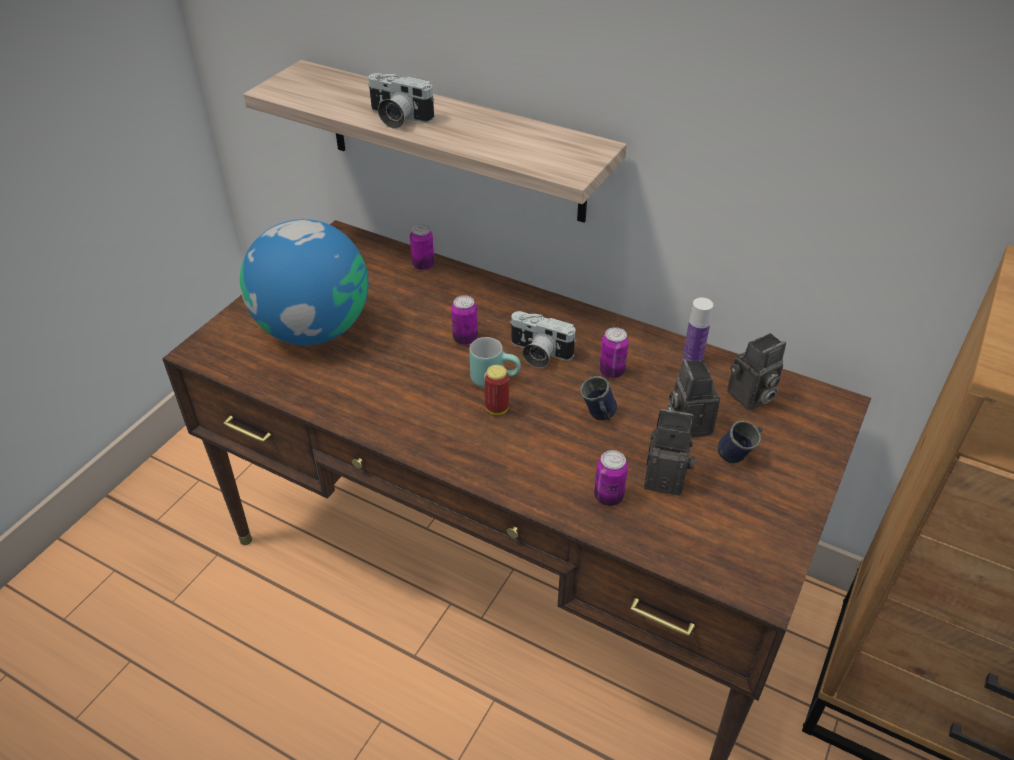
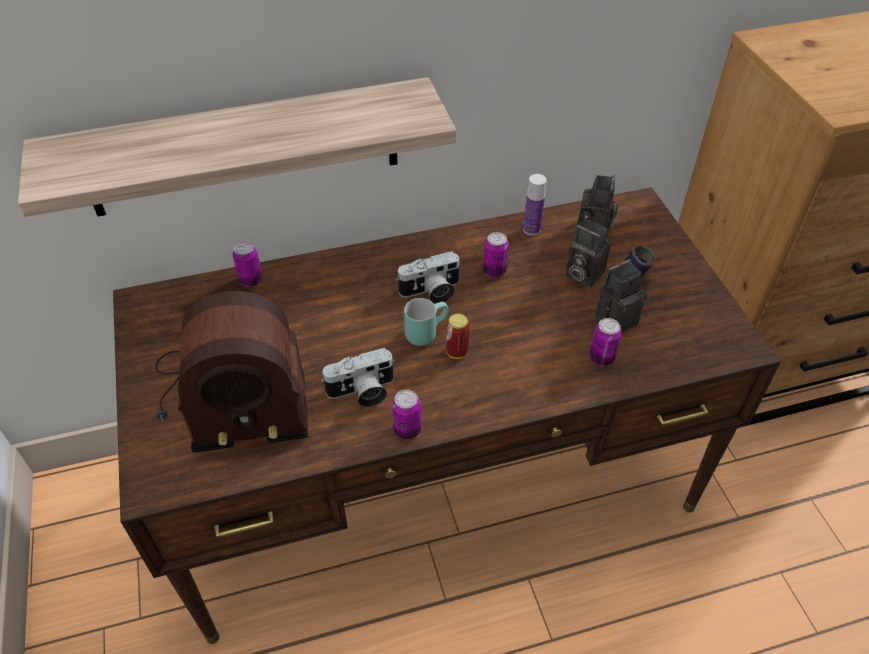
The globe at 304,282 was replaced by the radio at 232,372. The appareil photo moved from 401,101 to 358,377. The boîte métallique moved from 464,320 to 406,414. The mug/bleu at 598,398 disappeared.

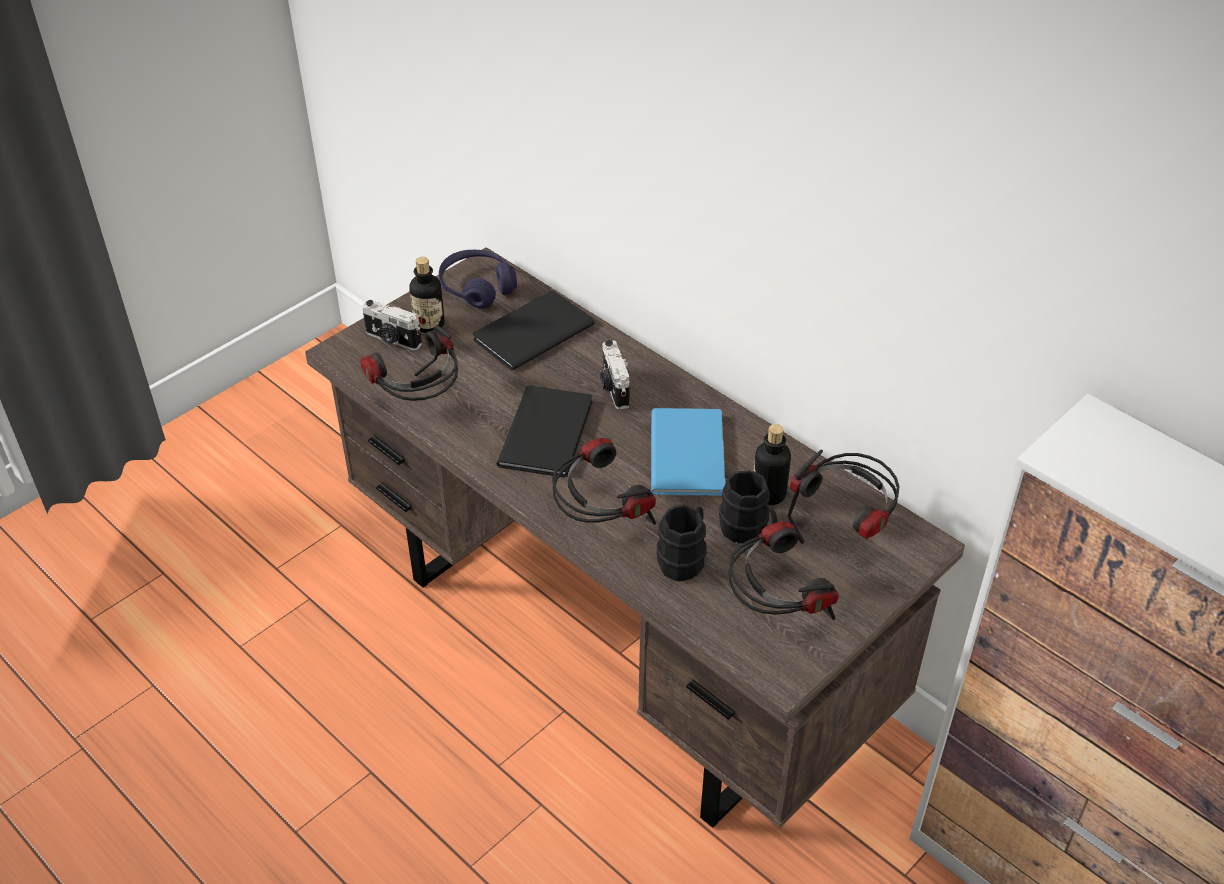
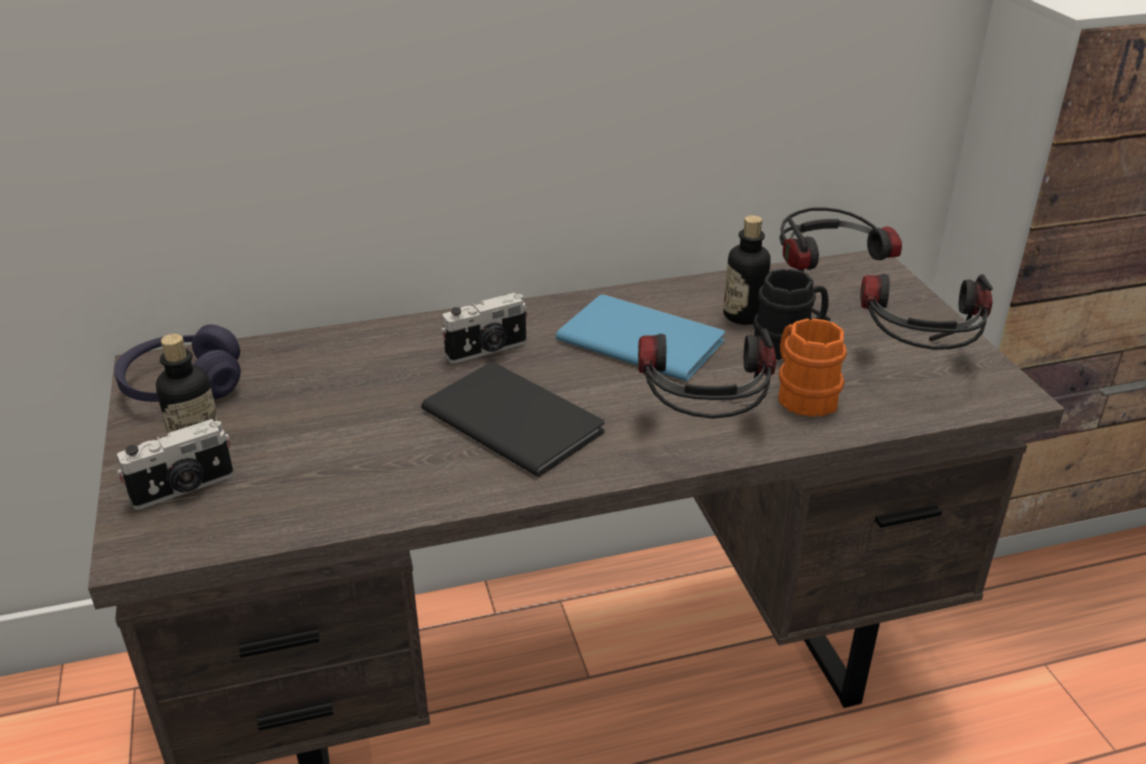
The casque audio at 409,363 disappeared. The livre/noir at 534,330 disappeared. The appareil photo at 615,375 turned 45 degrees counterclockwise. The mug/noir at 682,543 became the mug/orange at 813,367.

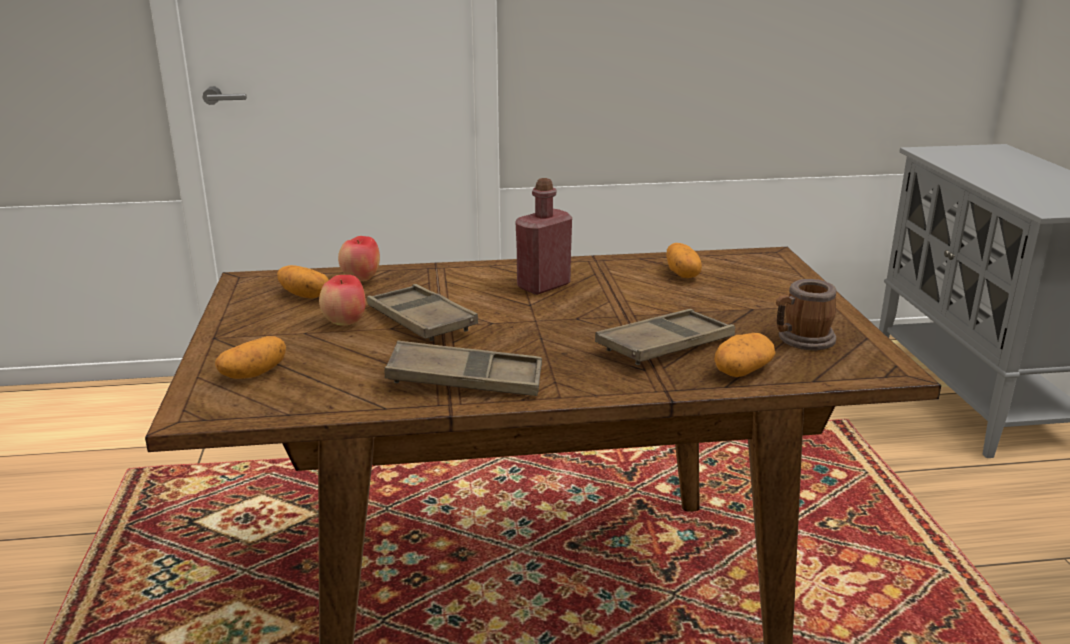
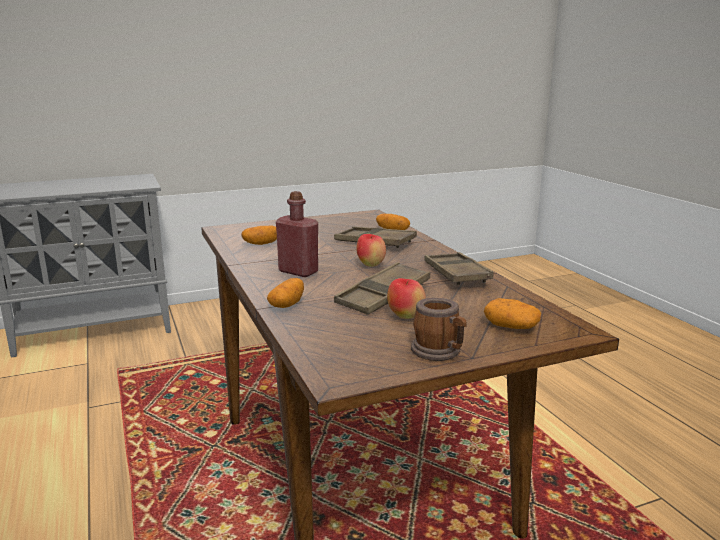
The pomme de terre moved from 303,281 to 285,293. The pomme moved from 359,258 to 371,250. The mug moved from 806,315 to 439,329.

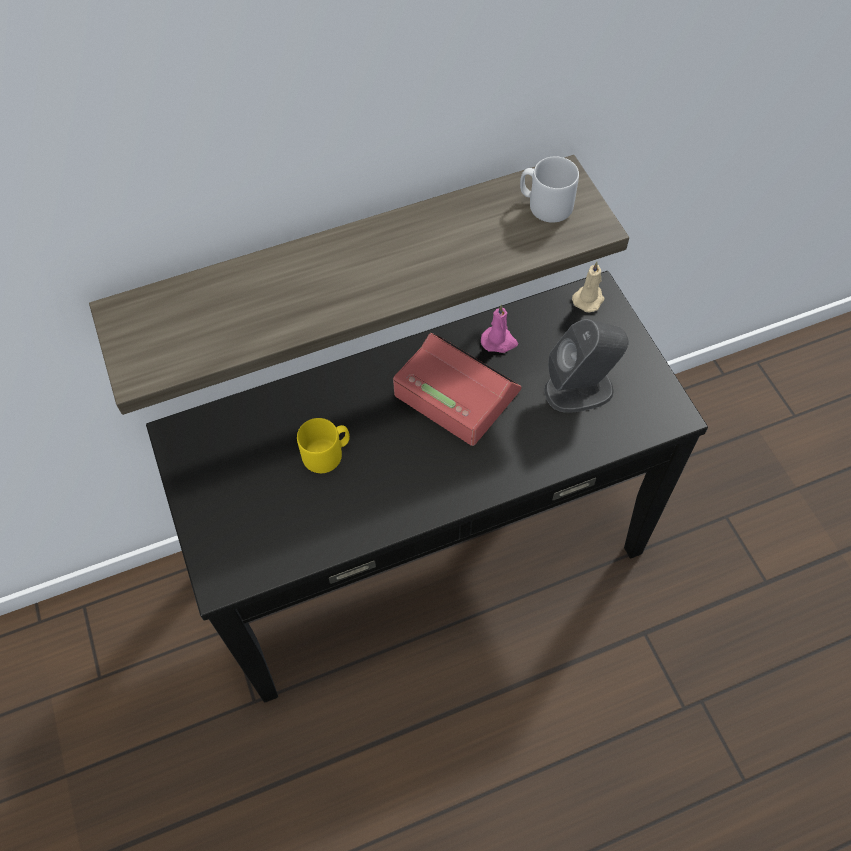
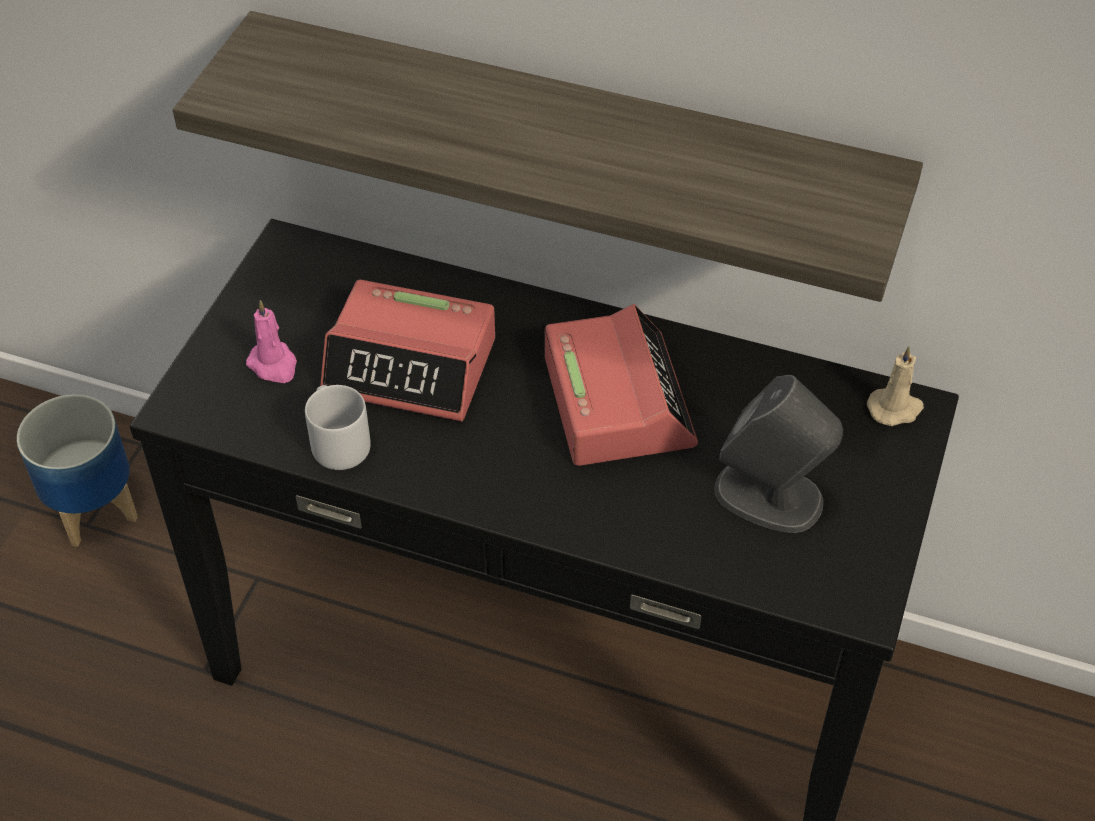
The mug/jaune at 323,445 was replaced by the réveil at 407,350. The bougie/rose moved from 499,328 to 271,341. The mug/gris moved from 549,189 to 338,427. The cache-pot at 77,470 appeared.

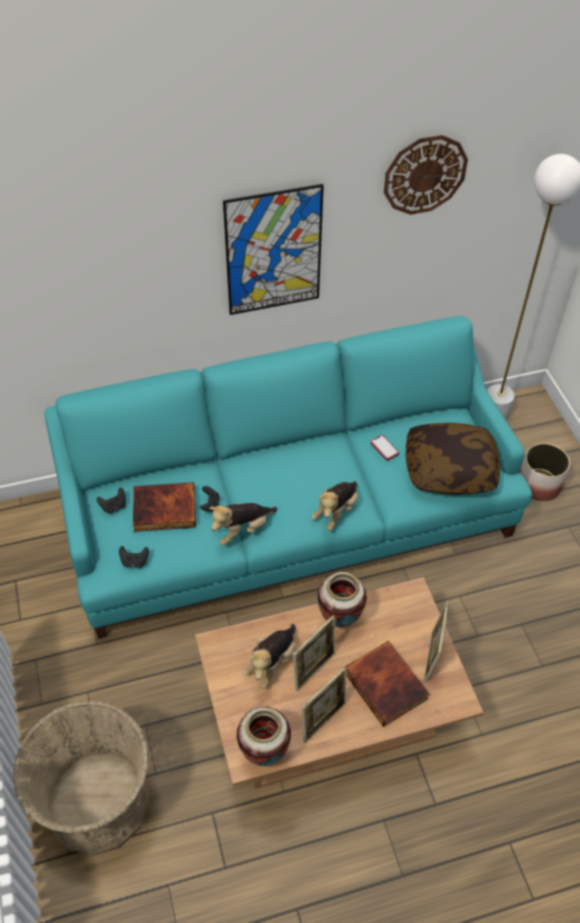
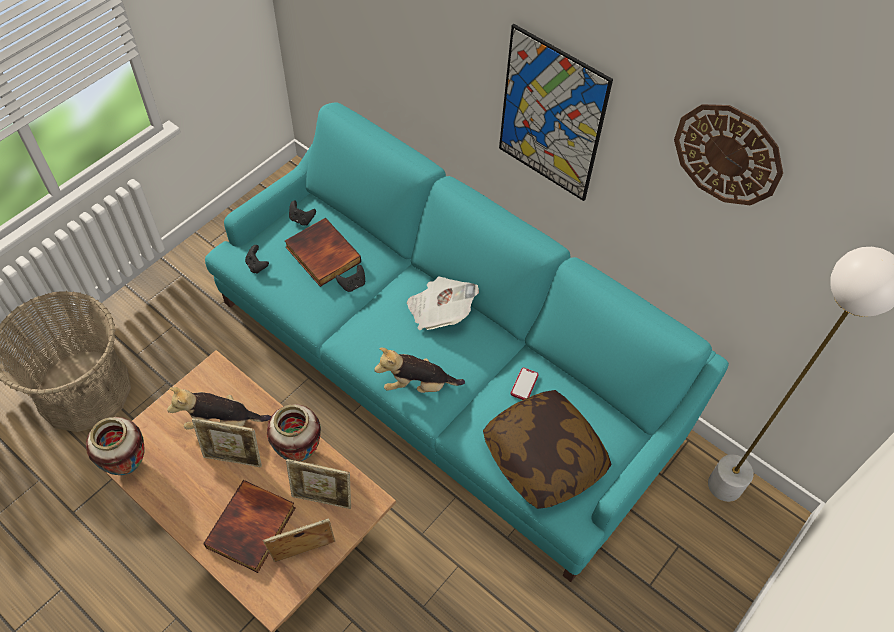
The peluche at 243,524 disappeared. The cadre photo moved from 324,704 to 318,484. The cache-pot at 544,472 disappeared. The journal at 443,303 appeared.

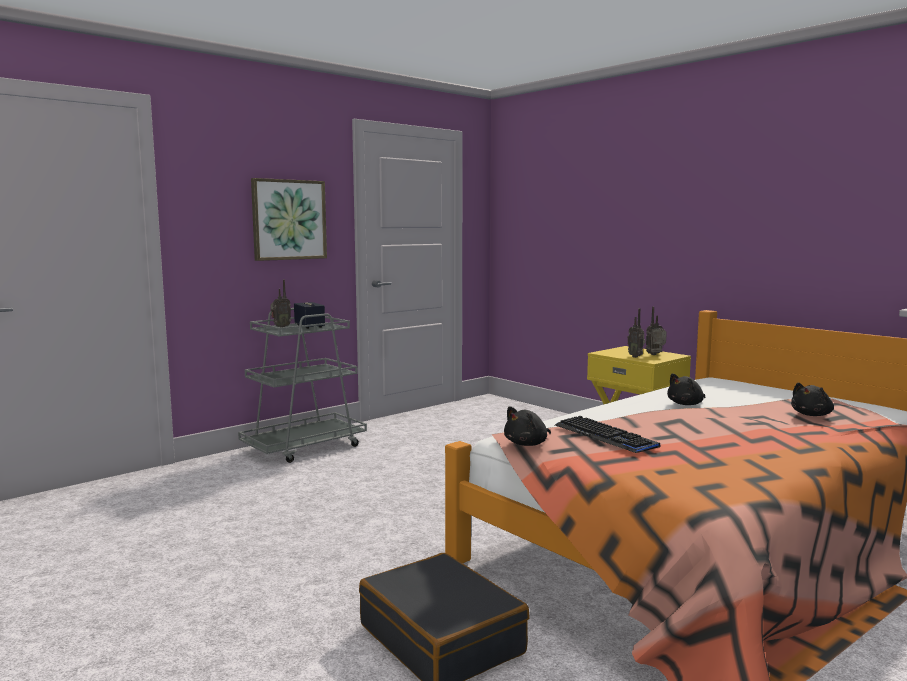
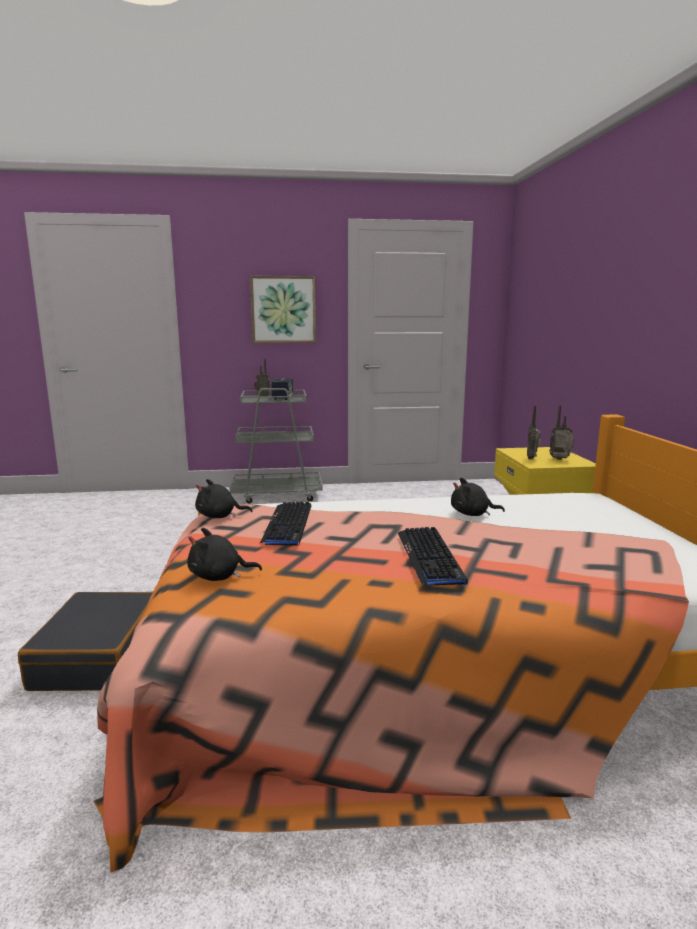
The peluche/noir moved from 812,399 to 224,554. The clavier at 433,556 appeared.

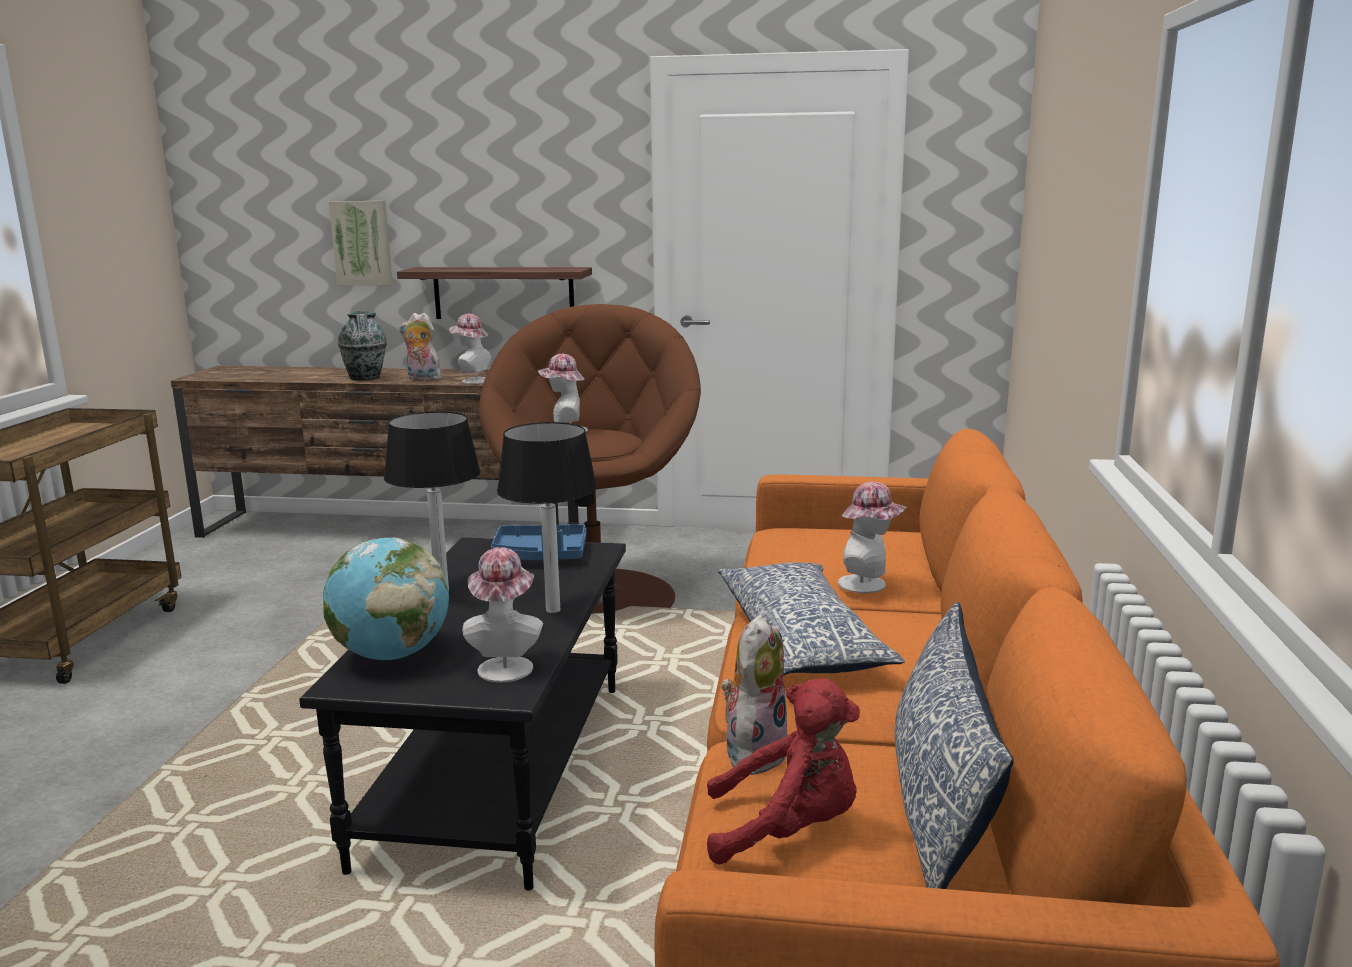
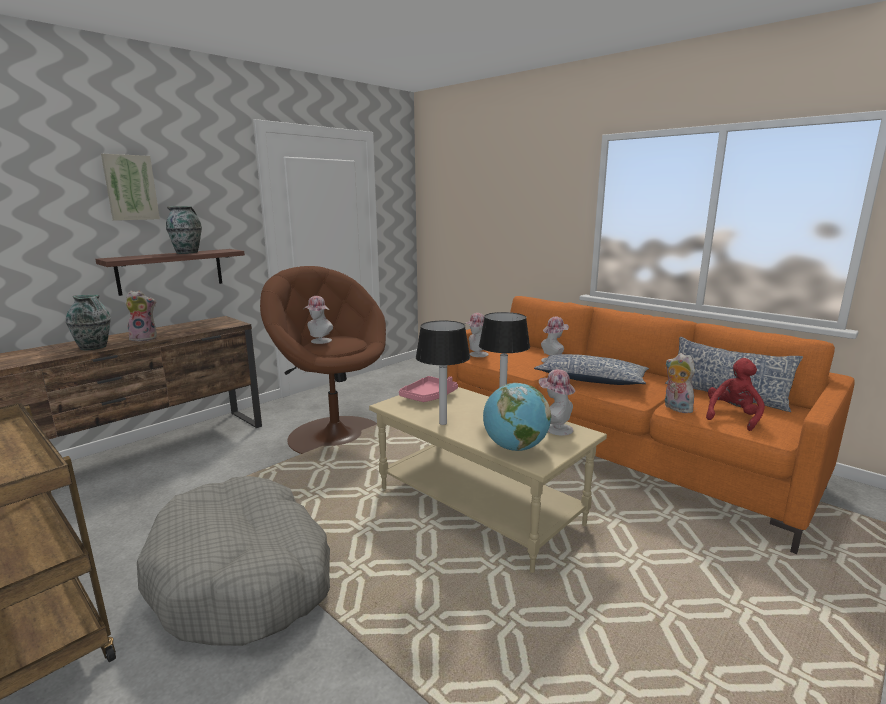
The table basse/noir at 462,713 became the table basse/beige at 488,480. The tableau moved from 361,243 to 130,187. The peluche at 420,347 turned 150 degrees counterclockwise. The chapeau moved from 470,349 to 476,335. The plateau/bleu at 539,542 became the plateau/rose at 428,389. The panier pour chien/gris at 233,561 appeared. The vase at 184,230 appeared.

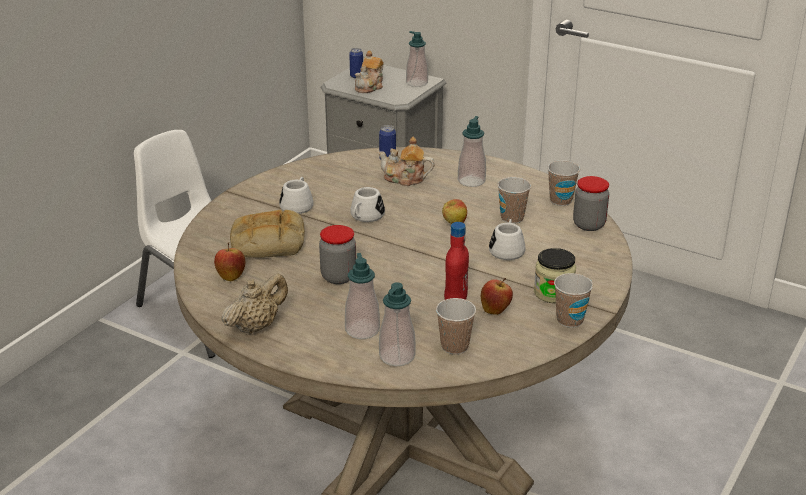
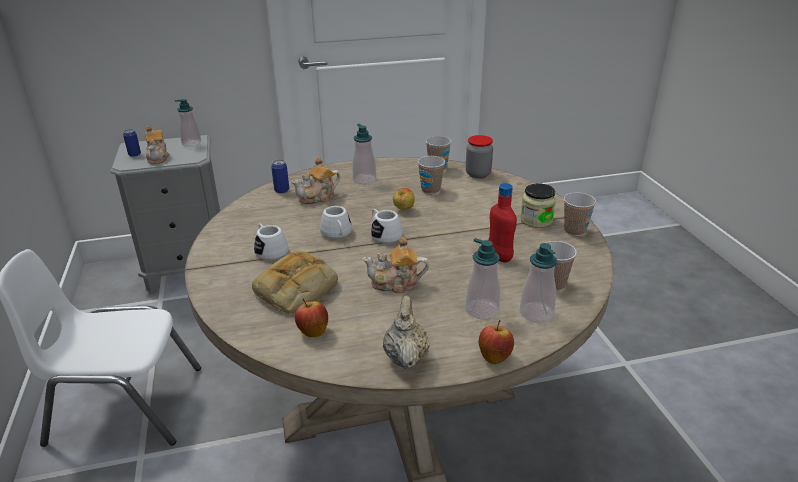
The bocal at 337,254 was replaced by the théière at 396,265. The pomme moved from 497,296 to 496,342. The mug/blanc moved from 507,239 to 386,226.

